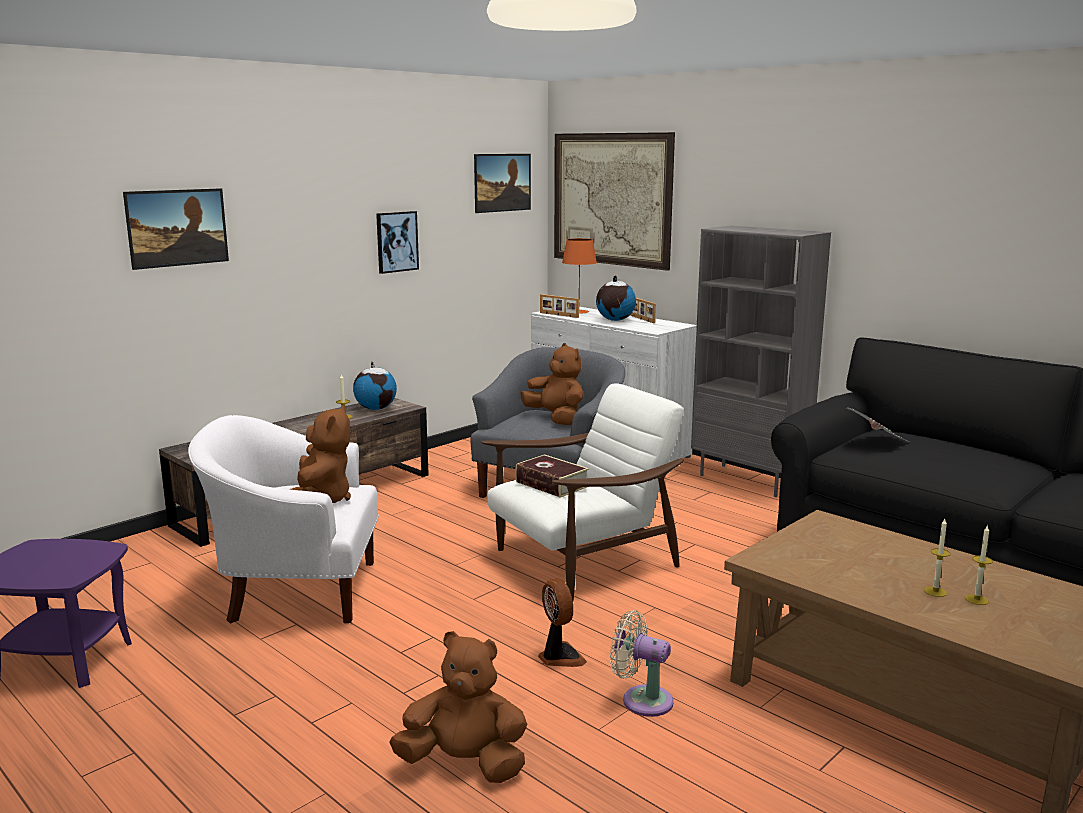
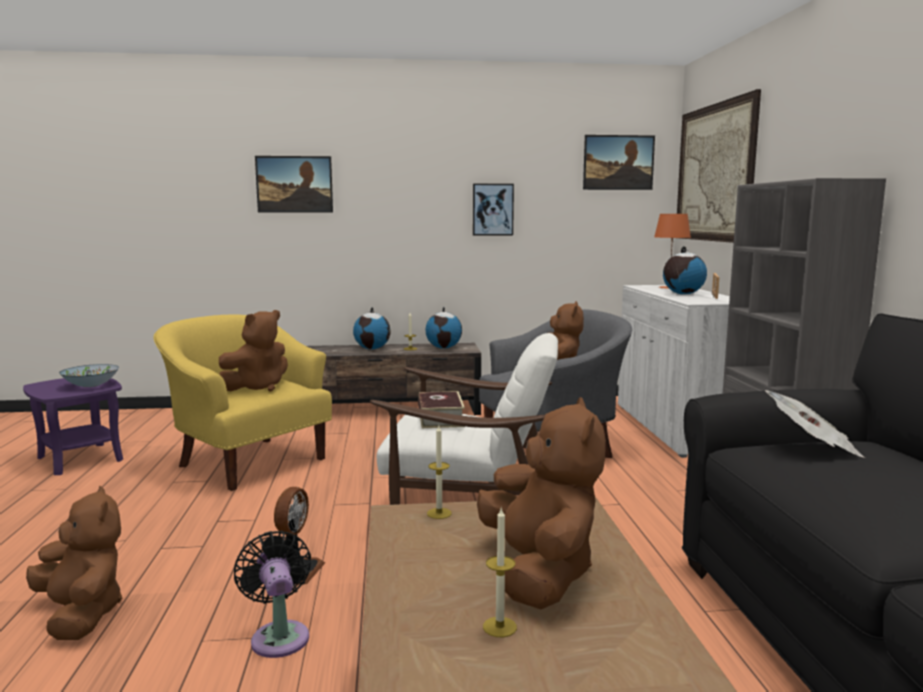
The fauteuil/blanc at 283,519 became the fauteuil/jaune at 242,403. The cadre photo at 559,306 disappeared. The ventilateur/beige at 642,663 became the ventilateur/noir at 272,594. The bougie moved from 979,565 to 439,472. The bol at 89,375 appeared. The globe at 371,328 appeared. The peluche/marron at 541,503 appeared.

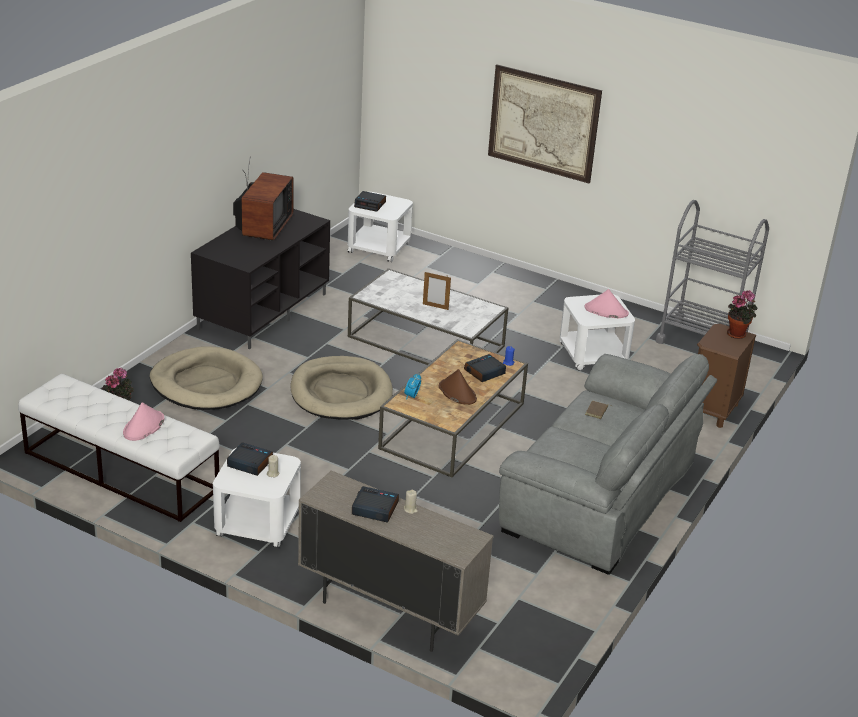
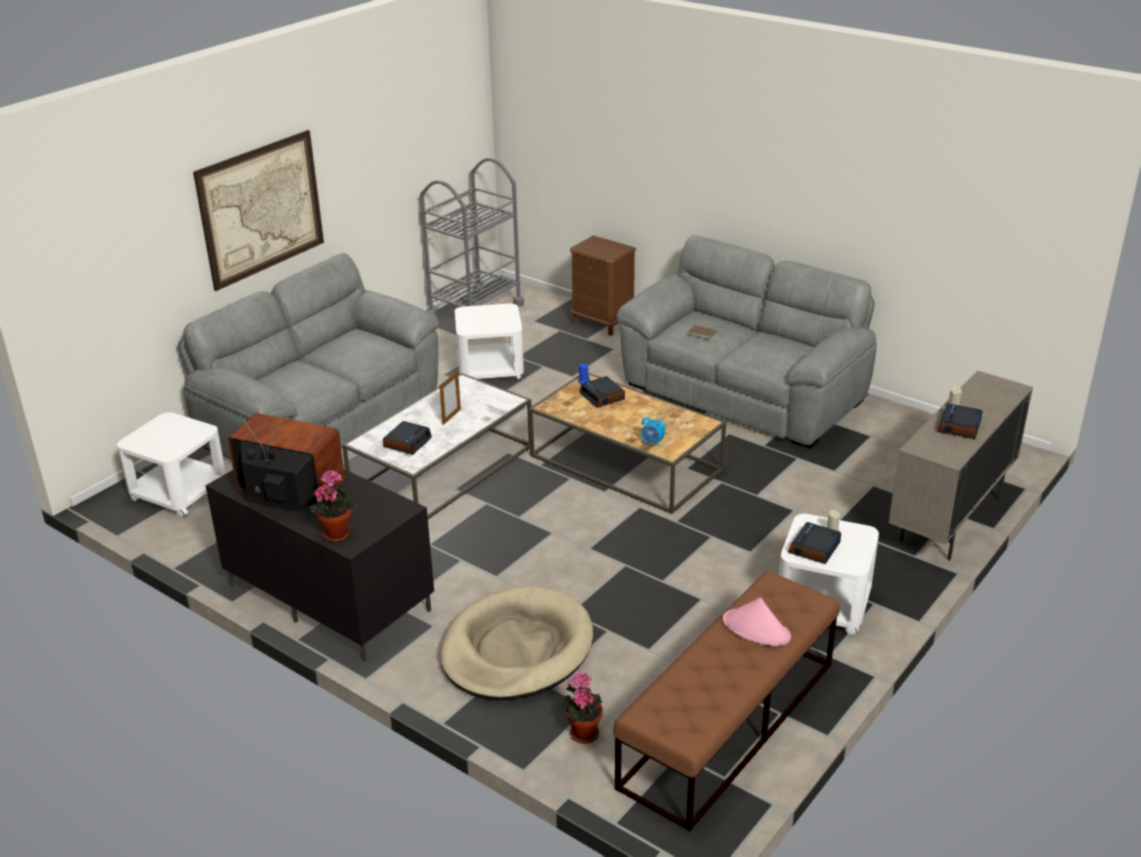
The banc/blanc at 119,448 became the banc/marron at 726,701. The panier pour chien/beige at 341,388 disappeared. The réveil moved from 370,201 to 407,438. The chapeau/marron at 458,387 disappeared. The chapeau/rose at 607,303 disappeared. The plante en pot moved from 742,314 to 333,506. The canapé/gris at 308,356 appeared.

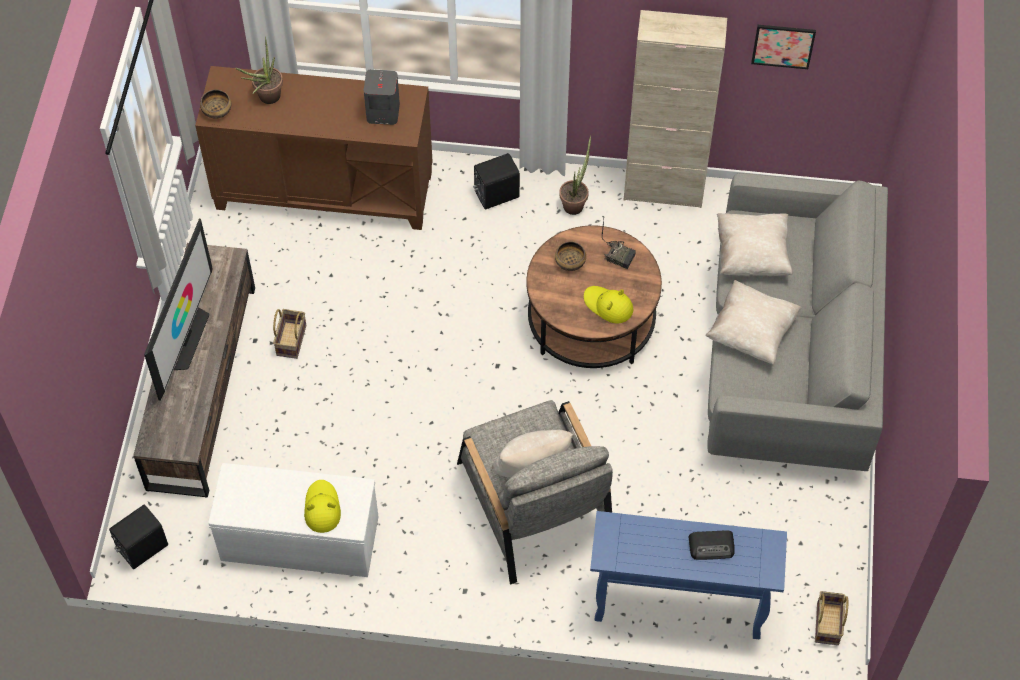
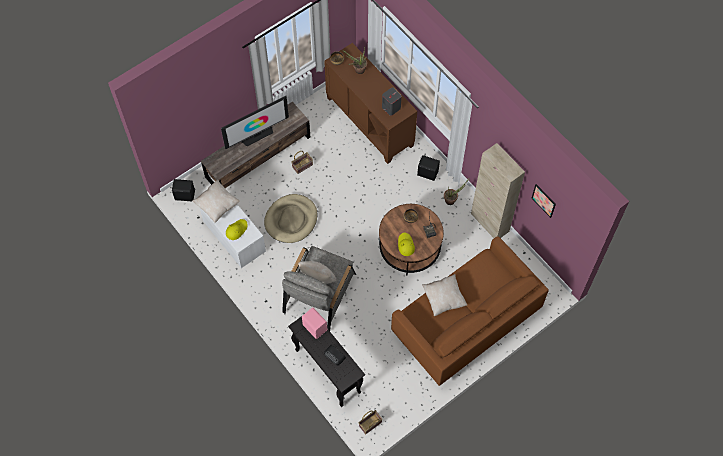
The table console/bleu at 688,575 became the table console/noir at 326,361. The canapé/gris at 797,322 became the canapé/marron at 470,311. The coussin/beige moved from 755,244 to 216,201. The panier pour chien/beige at 291,218 appeared. The enceinte/rose at 314,323 appeared.

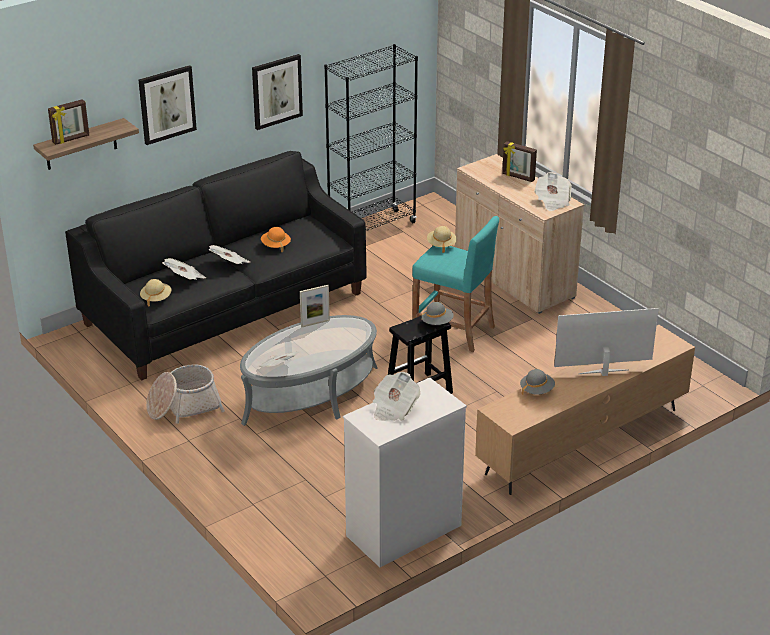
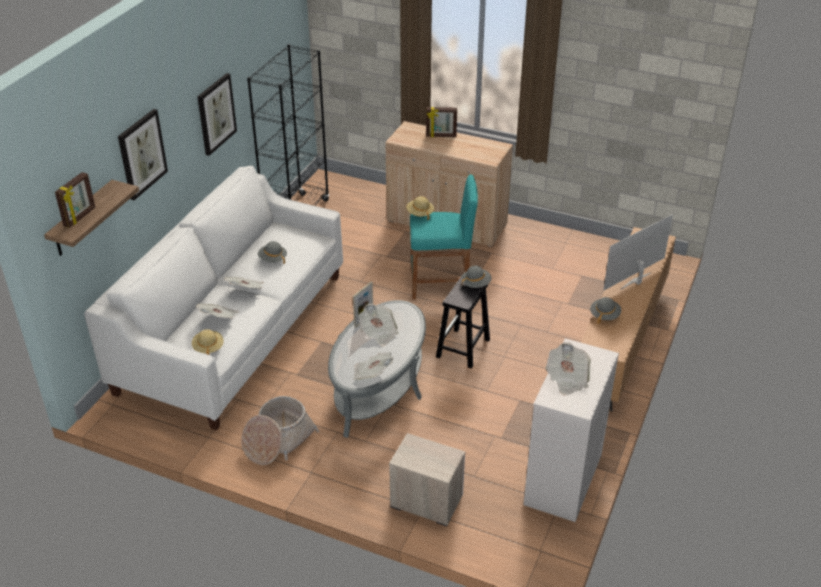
The canapé/noir at 216,265 became the canapé/blanc at 213,298. The chapeau/orange at 276,239 became the chapeau/gris at 272,252. The journal moved from 553,191 to 378,324. The table de chevet at 427,479 appeared.

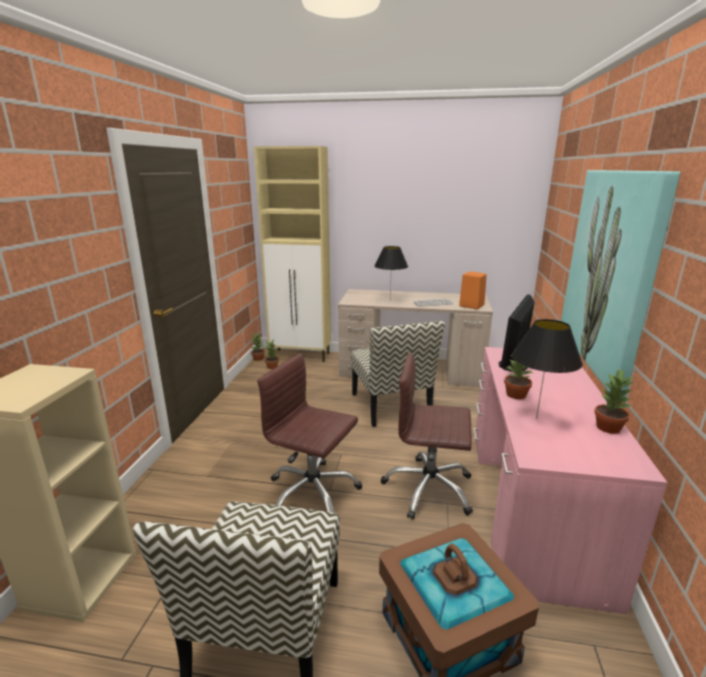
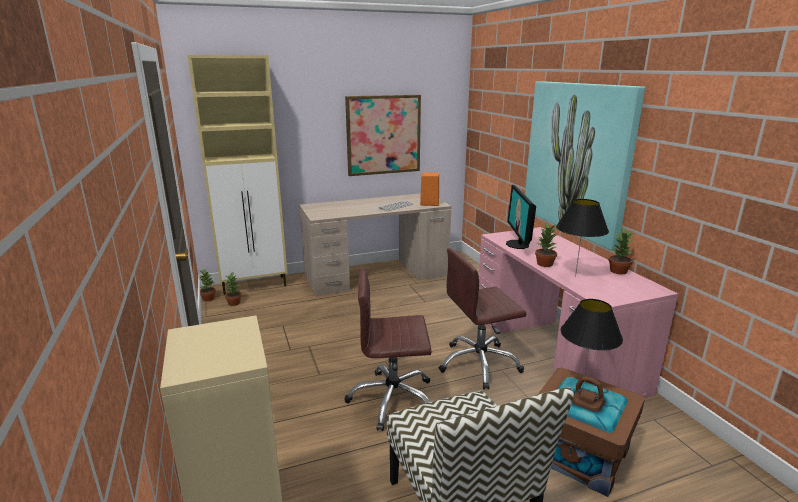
The chaise at 398,374 disappeared. The lampe de table/noir moved from 391,272 to 592,342. The tableau at 383,135 appeared.

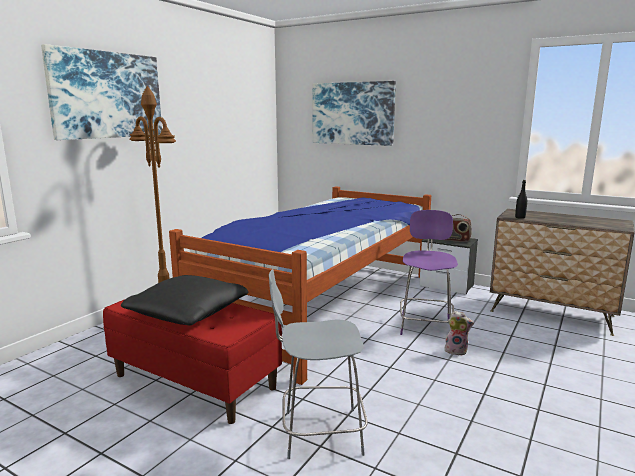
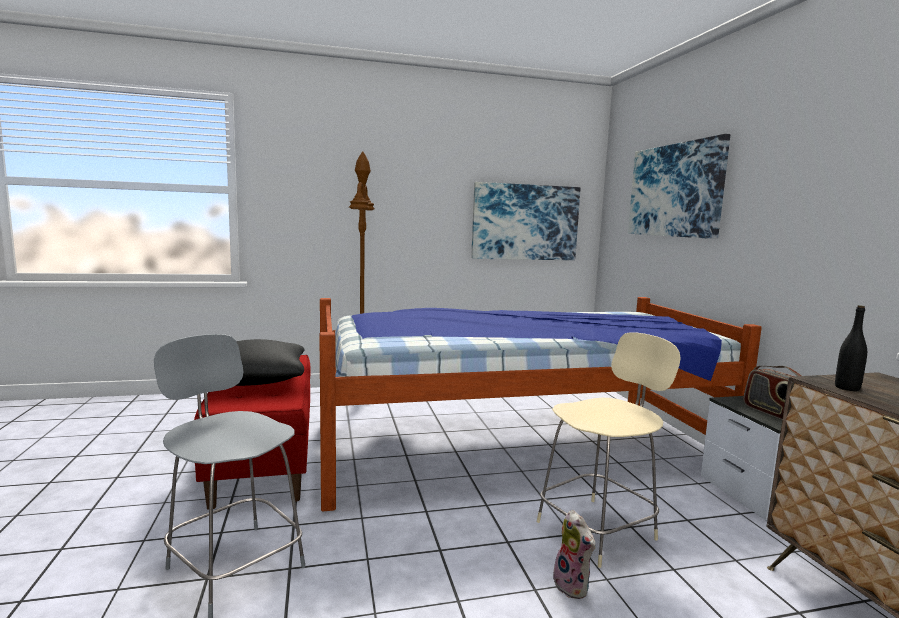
The tableau moved from 101,92 to 526,221. The chaise/violet at 429,272 became the chaise/beige at 609,450.

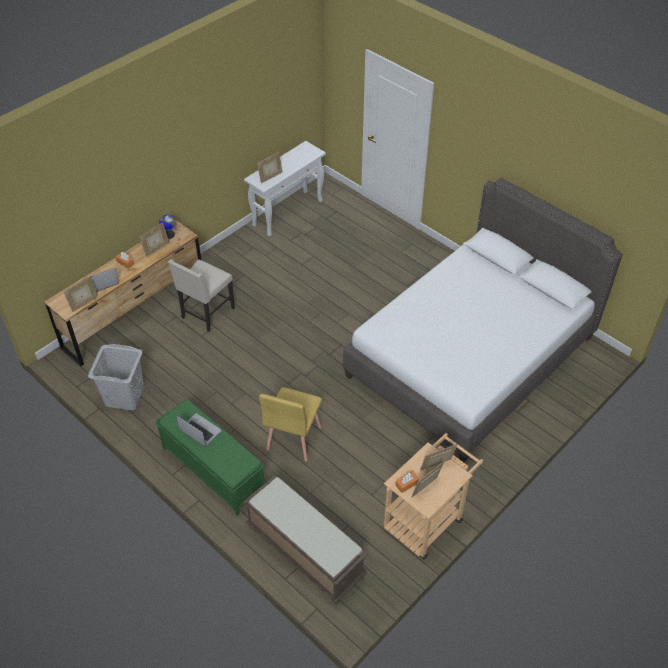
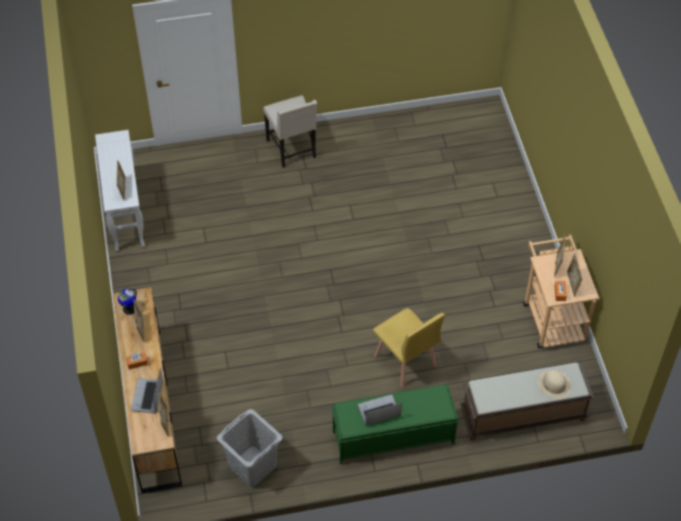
The chaise/beige moved from 201,295 to 290,131. The lit/blanc at 483,320 disappeared. The chapeau/beige at 554,384 appeared.

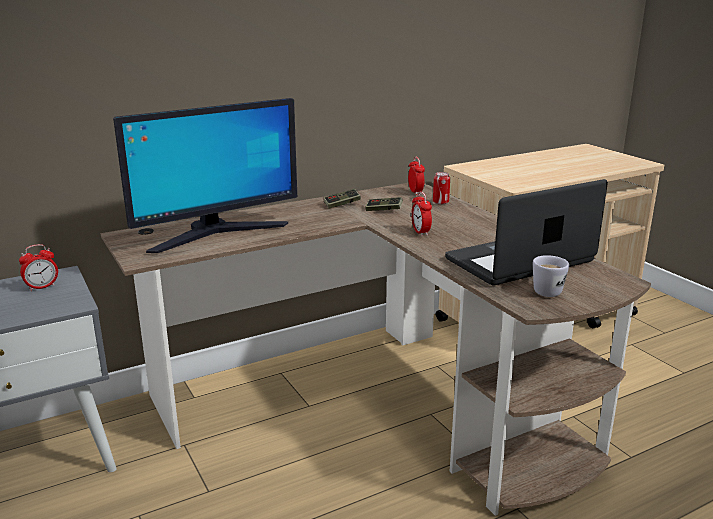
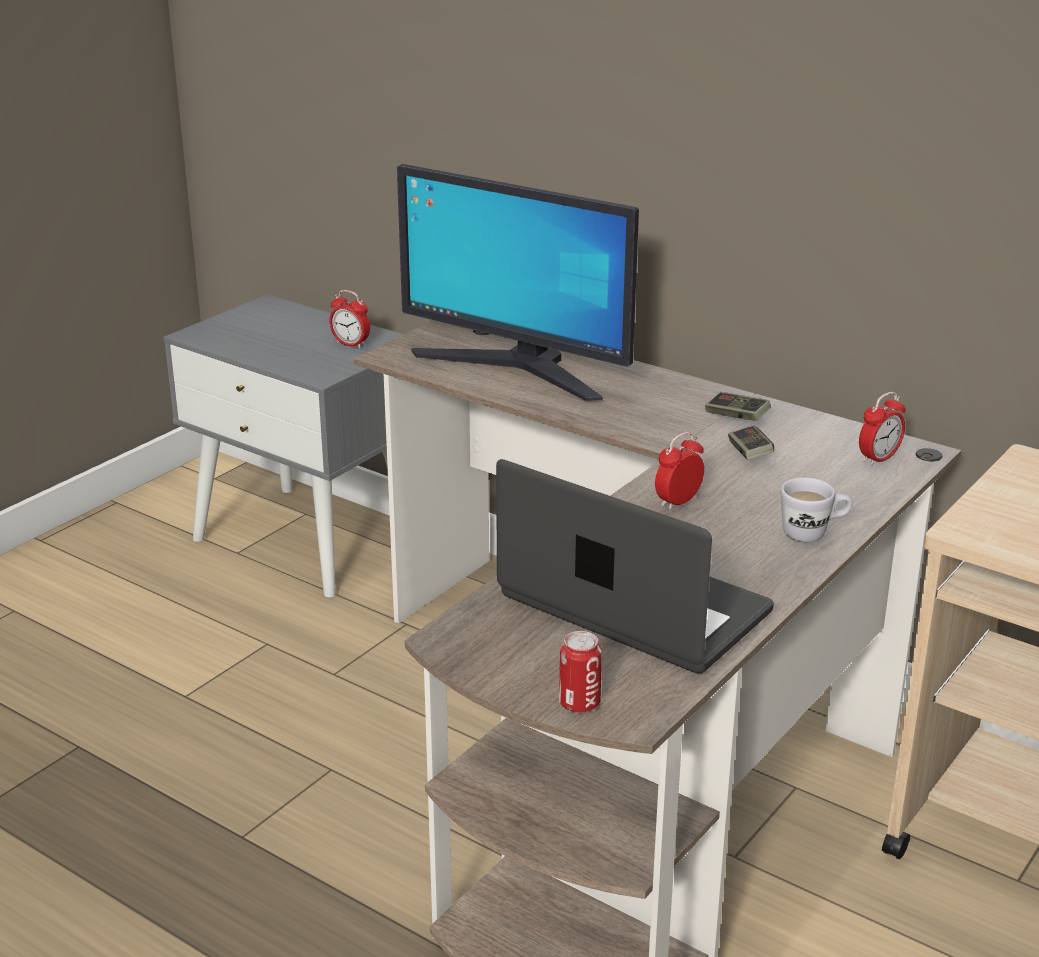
The boîte métallique moved from 441,188 to 580,672. The mug/blanc moved from 551,276 to 816,509.

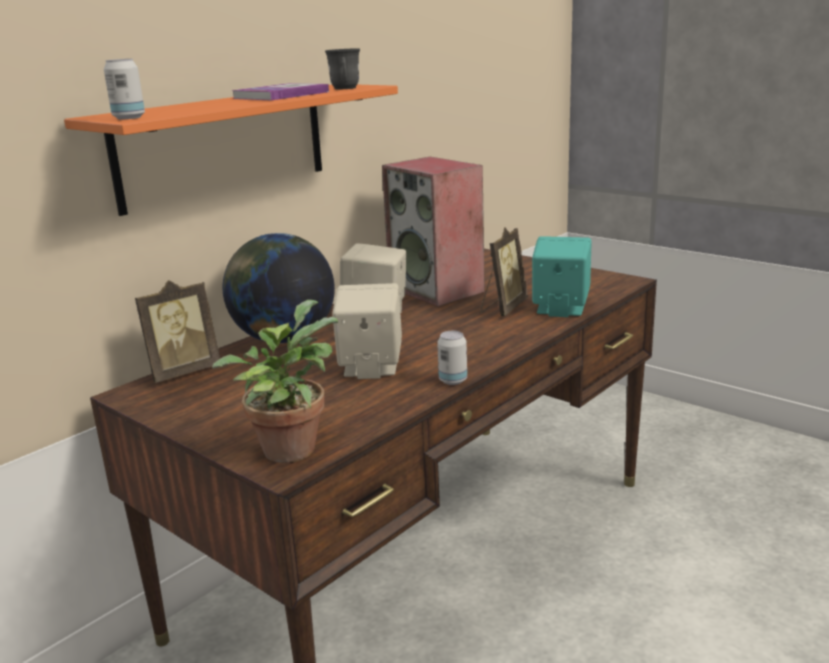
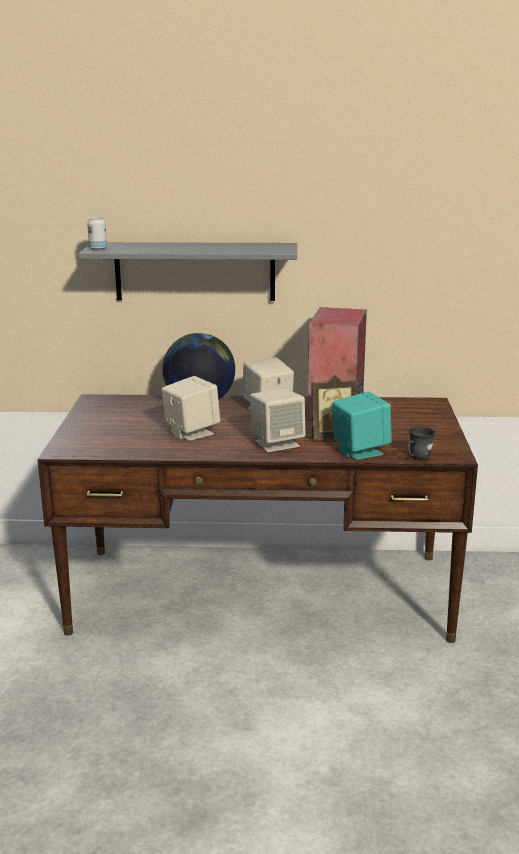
The étagère/orange at 231,150 became the étagère/gris at 187,271. The cadre photo at 177,331 disappeared. The plante en pot at 275,381 disappeared. The livre at 280,91 disappeared. The mug/gris moved from 342,69 to 421,443. The boîte métallique at 452,358 disappeared. The enceinte/beige at 278,420 appeared.

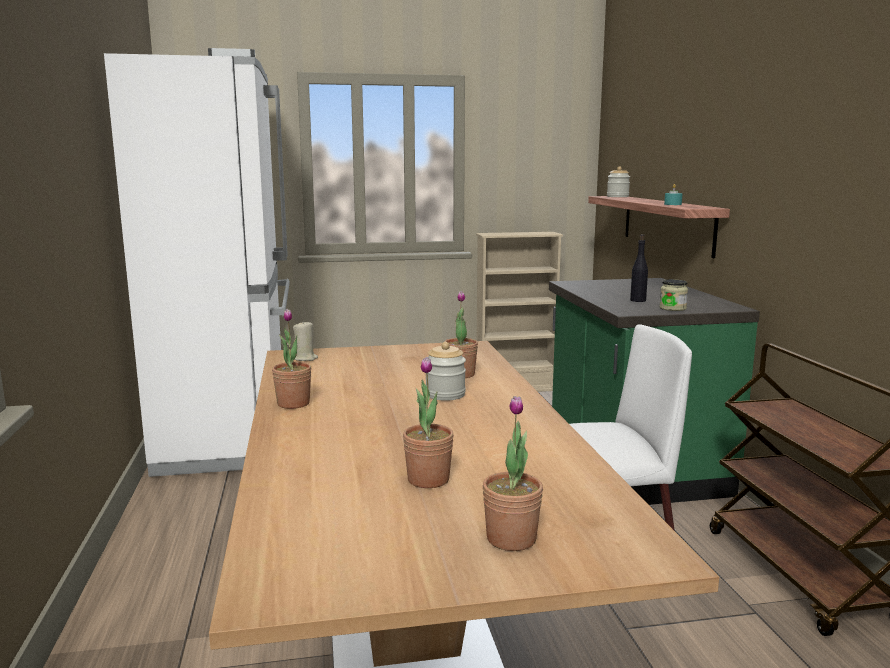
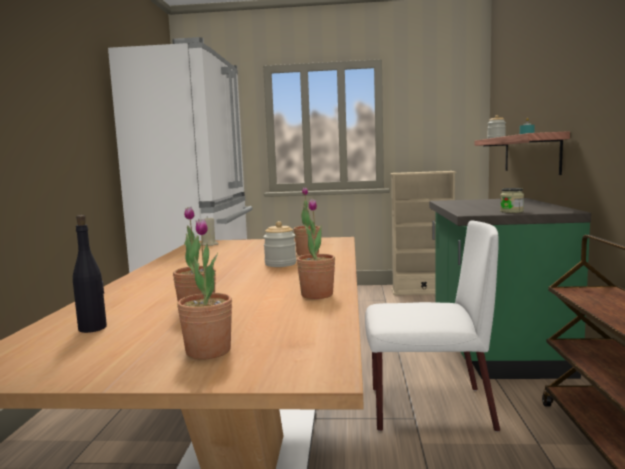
The plante en pot moved from 292,359 to 316,249. The bouteille/noir moved from 639,268 to 90,274.

